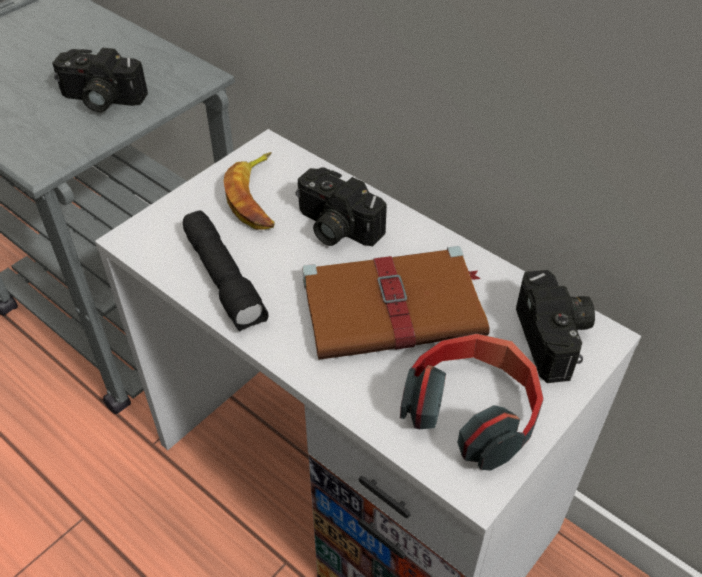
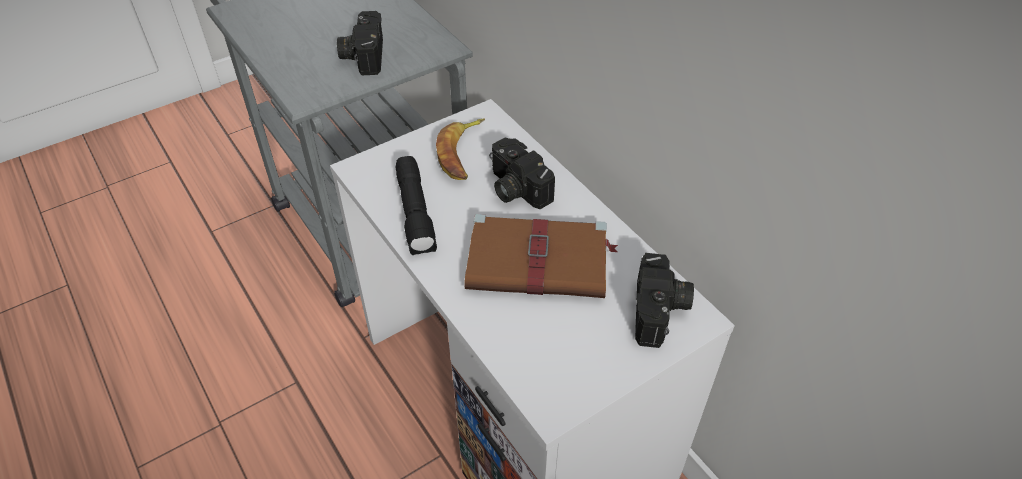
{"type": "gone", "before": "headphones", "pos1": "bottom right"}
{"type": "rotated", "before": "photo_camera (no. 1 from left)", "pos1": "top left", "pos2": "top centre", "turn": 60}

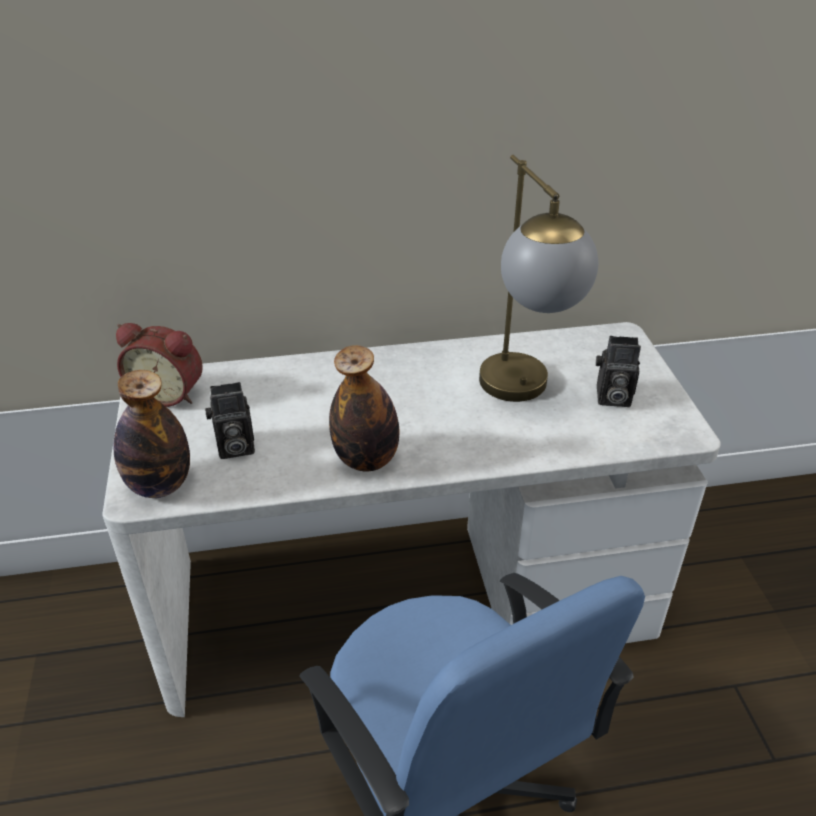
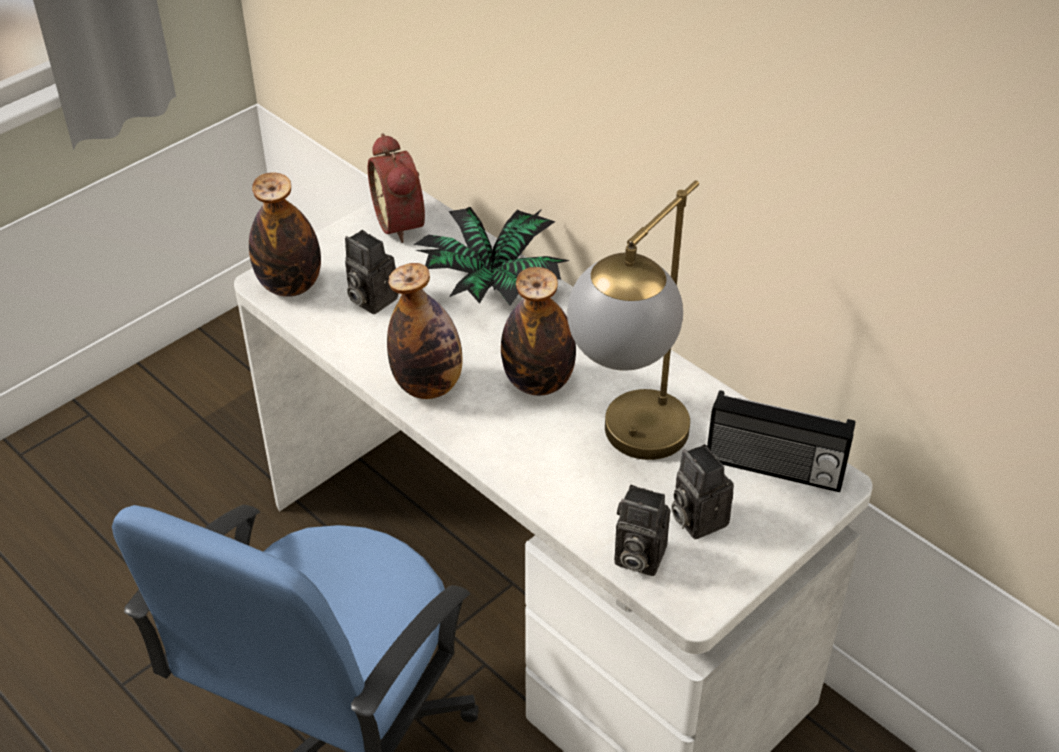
{"type": "new", "after": "plant_in_a_pot", "pos2": "centre"}
{"type": "new", "after": "beverage_bottle (no. 3 from left)", "pos2": "centre"}
{"type": "new", "after": "photo_camera (no. 2 from left)", "pos2": "bottom centre"}
{"type": "new", "after": "radio_set", "pos2": "middle right"}

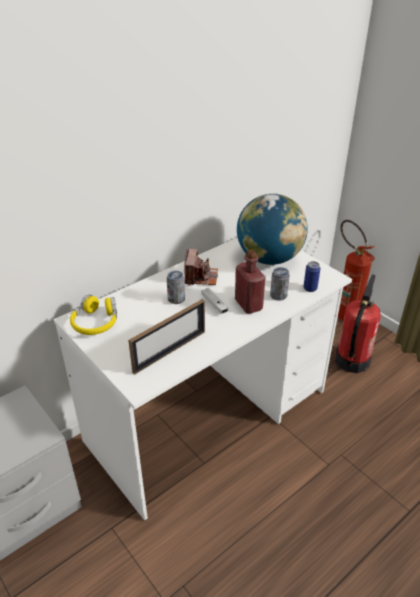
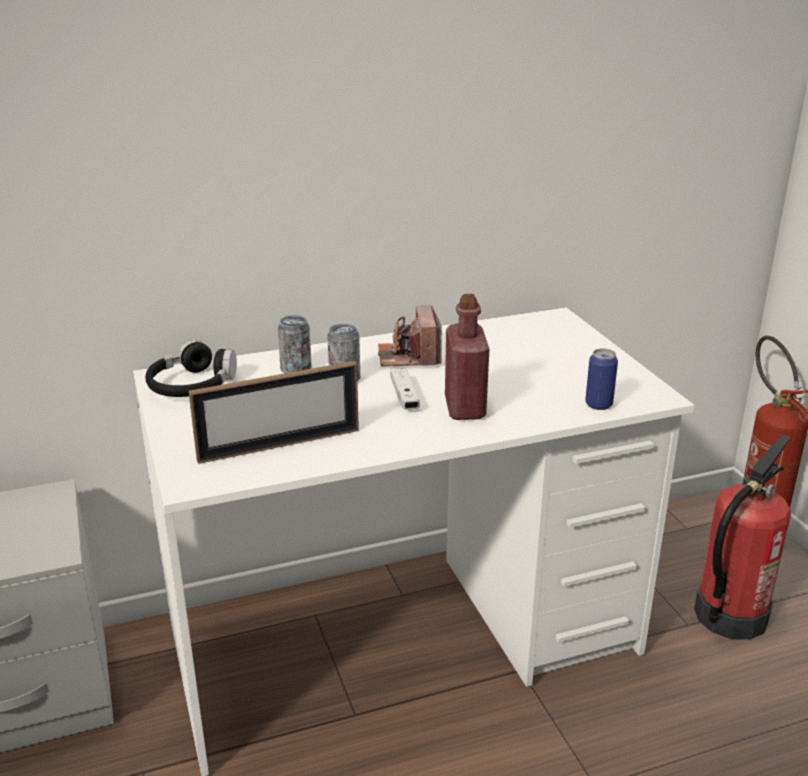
{"type": "gone", "before": "world_globe", "pos1": "centre"}
{"type": "shifted", "before": "sealed_can (no. 2 from left in the first image)", "after": "sealed_can (no. 1 from left)", "pos1": "middle right", "pos2": "centre"}
{"type": "repainted", "before": "yellow_headphones", "after": "black_headphones", "pos1": "middle left", "pos2": "middle left"}
{"type": "rotated", "before": "photo_camera", "pos1": "centre", "pos2": "centre", "turn": 150}

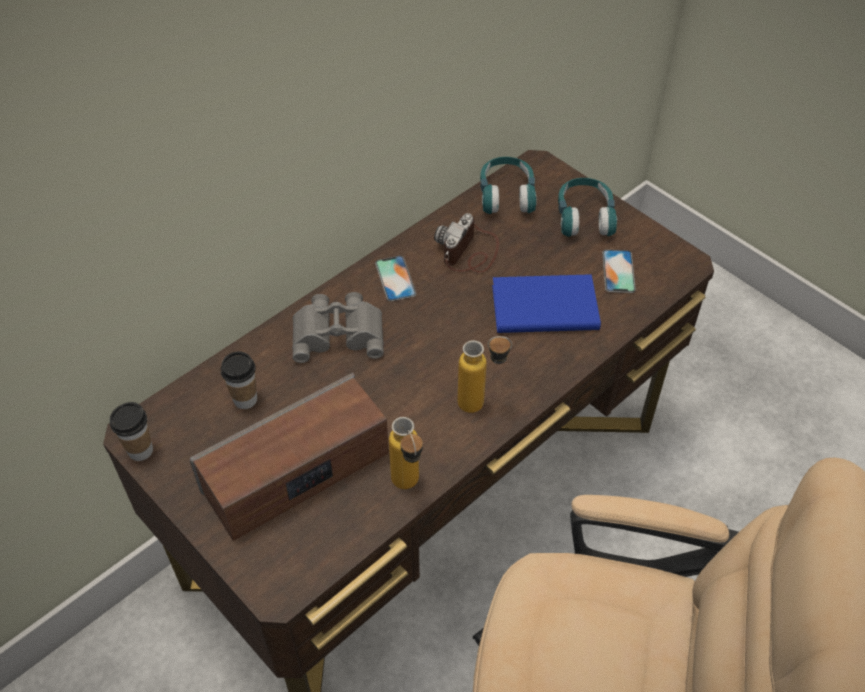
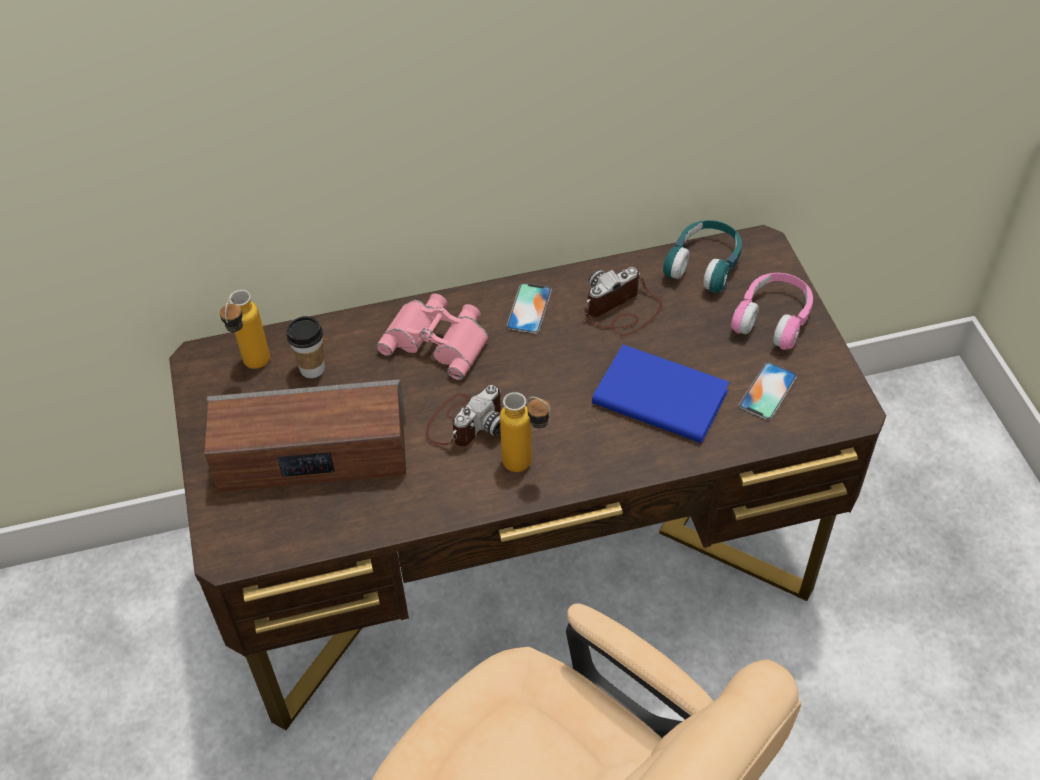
{"type": "gone", "before": "cup (no. 1 from left)", "pos1": "middle left"}
{"type": "new", "after": "photo_camera (no. 1 from left)", "pos2": "centre"}
{"type": "shifted", "before": "beverage_bottle (no. 1 from left)", "pos1": "centre", "pos2": "middle left"}
{"type": "repainted", "before": "grey_pair_of_binoculars", "after": "pink_pair_of_binoculars", "pos1": "centre", "pos2": "centre"}
{"type": "repainted", "before": "blue-green_headphones (no. 2 from left)", "after": "pink_headphones", "pos1": "top right", "pos2": "middle right"}

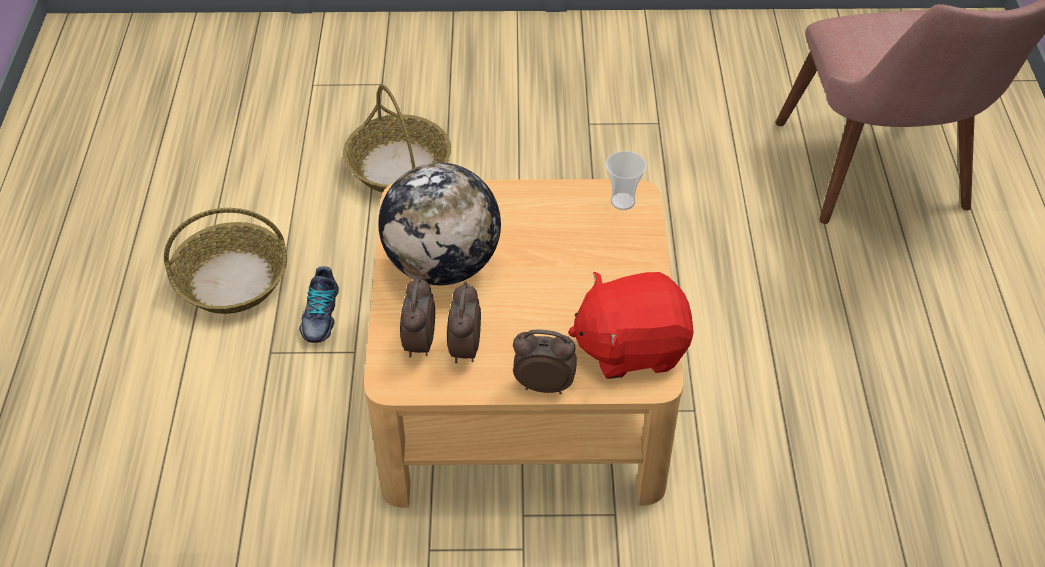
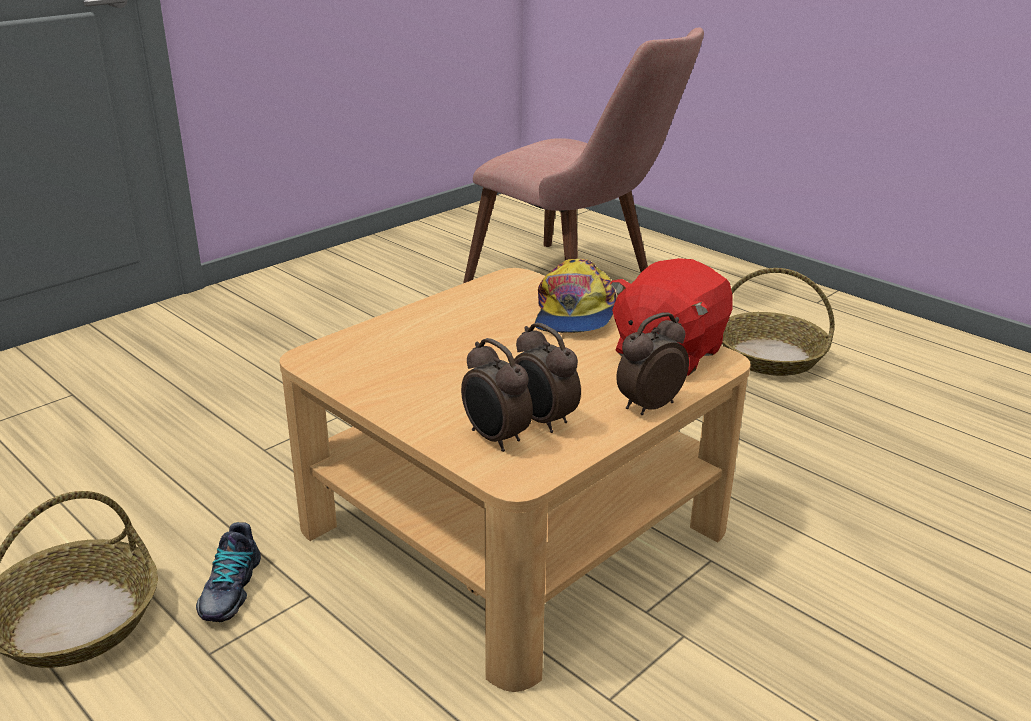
{"type": "gone", "before": "world_globe", "pos1": "centre"}
{"type": "gone", "before": "cup", "pos1": "top centre"}
{"type": "new", "after": "peaked_cap", "pos2": "centre"}
{"type": "shifted", "before": "basket (no. 2 from left)", "pos1": "top centre", "pos2": "middle right"}
{"type": "rotated", "before": "shoe", "pos1": "middle left", "pos2": "bottom left", "turn": 45}

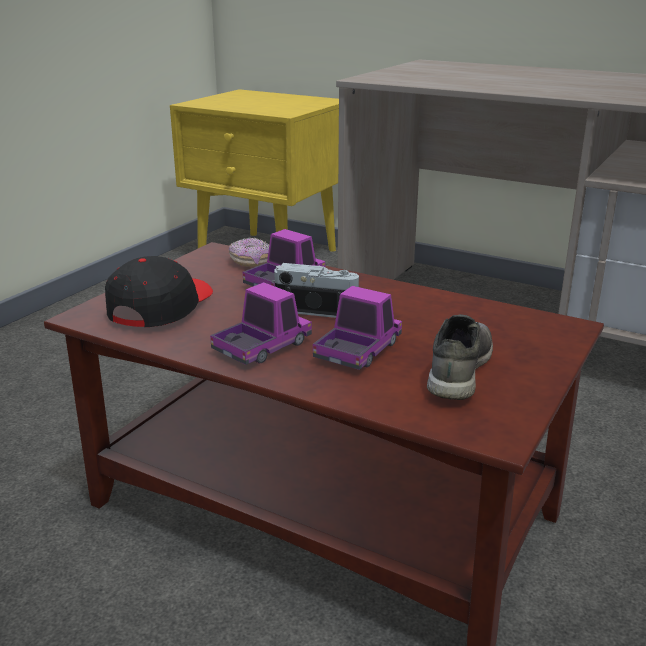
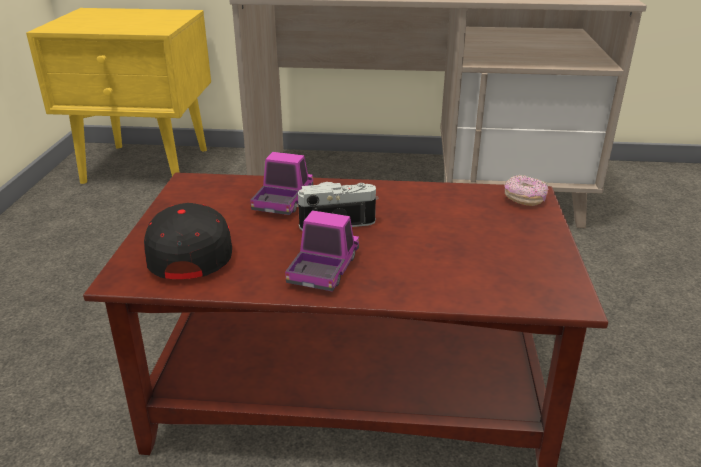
{"type": "gone", "before": "model_truck (no. 3 from left)", "pos1": "centre"}
{"type": "gone", "before": "grey_shoe", "pos1": "middle right"}
{"type": "shifted", "before": "doughnut", "pos1": "centre", "pos2": "middle right"}

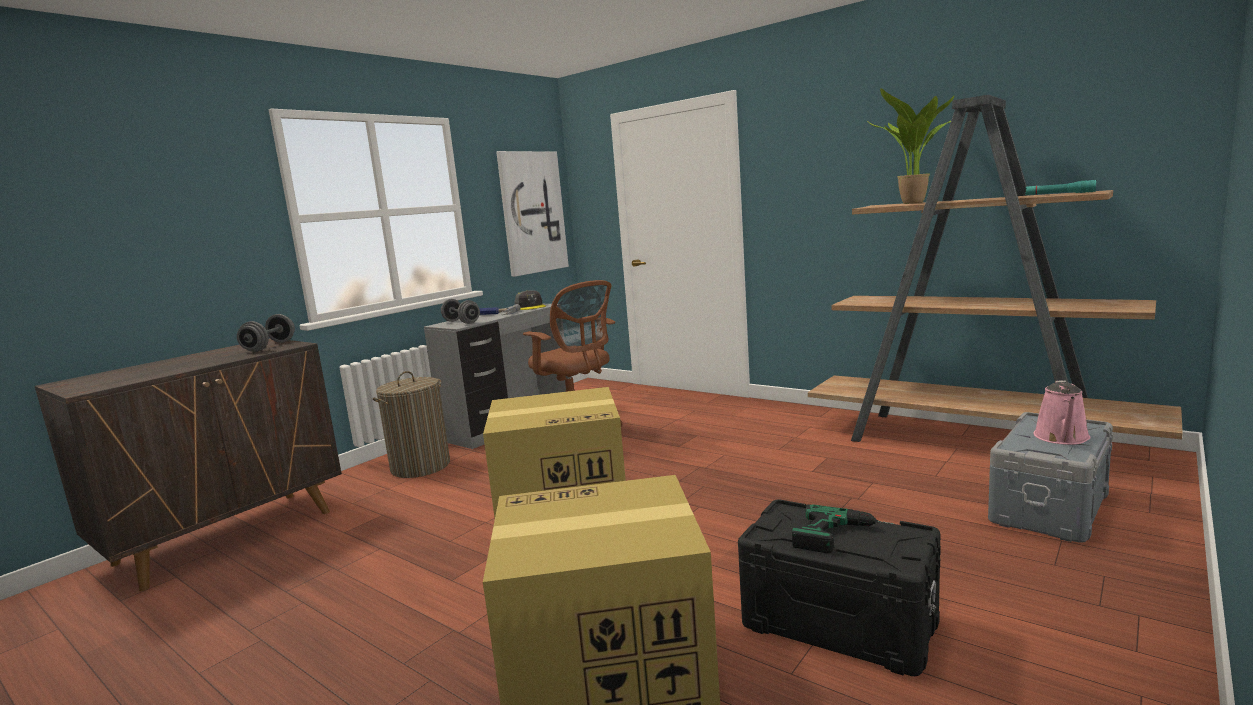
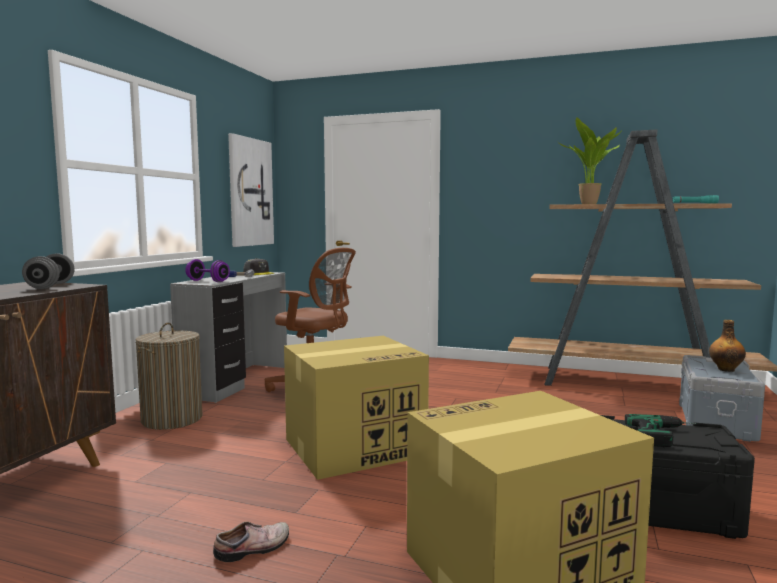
{"type": "new", "after": "shoe", "pos2": "bottom left"}
{"type": "swapped", "before": "pink_watering_can", "after": "beverage_bottle", "pos1": "middle right", "pos2": "middle right"}
{"type": "repainted", "before": "grey_hand_weight (no. 2 from left)", "after": "purplish_hand_weight", "pos1": "centre", "pos2": "middle left"}

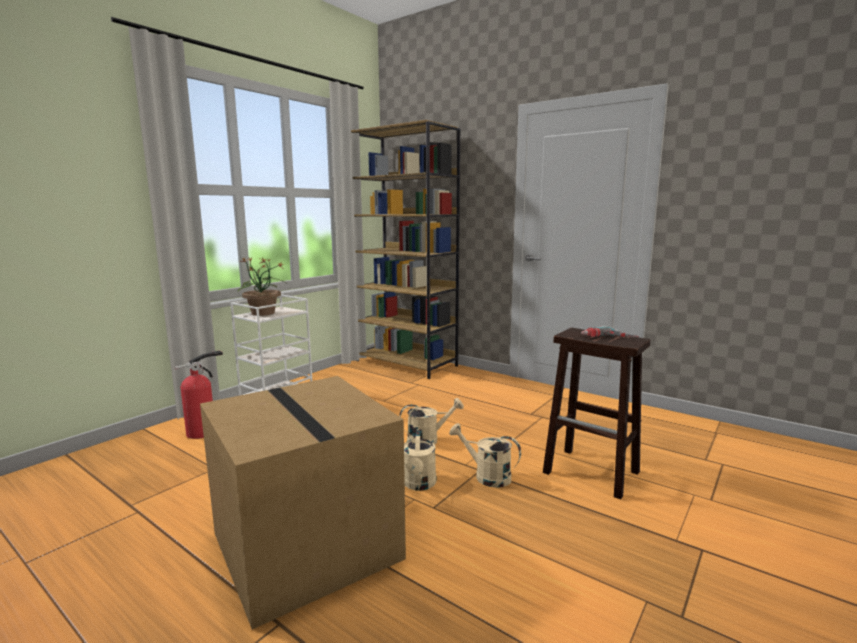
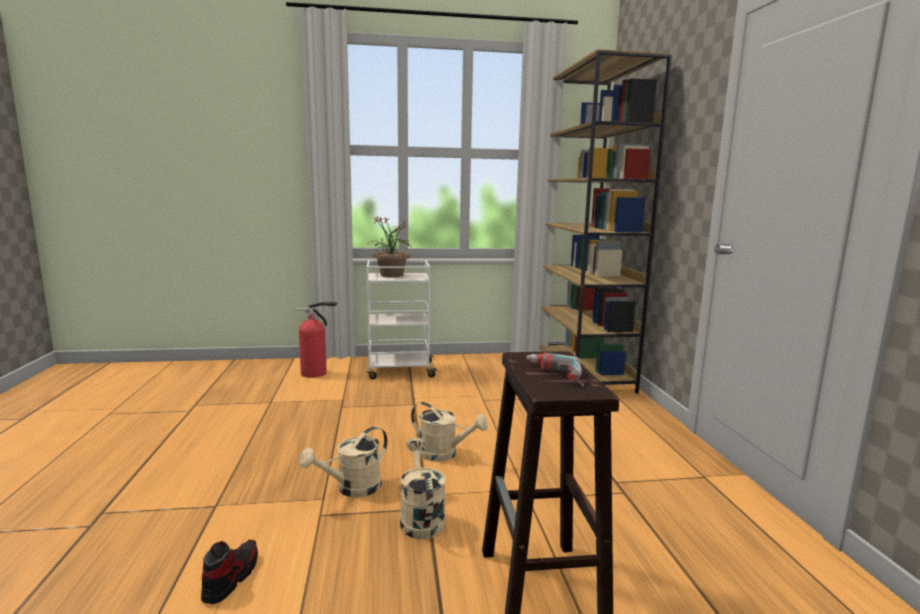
{"type": "gone", "before": "carton", "pos1": "bottom centre"}
{"type": "new", "after": "shoe", "pos2": "bottom left"}

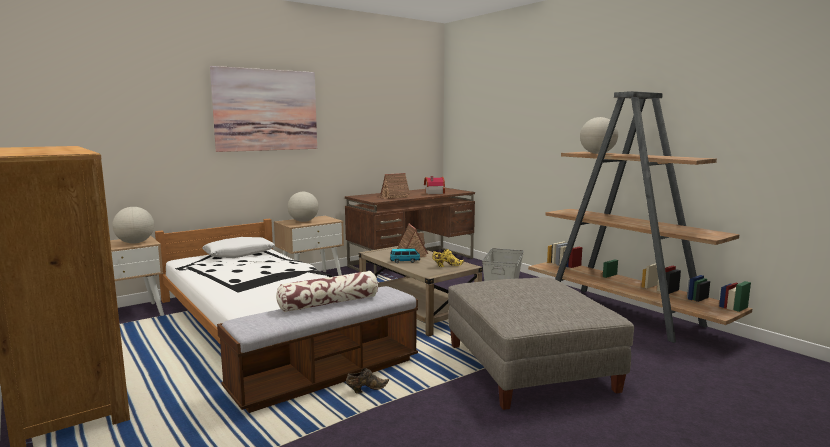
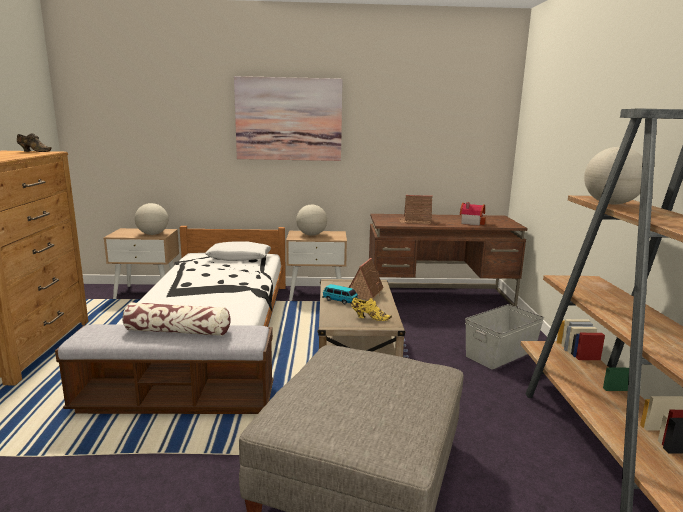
{"type": "shifted", "before": "brown-coloured_shoe", "pos1": "bottom centre", "pos2": "top left"}

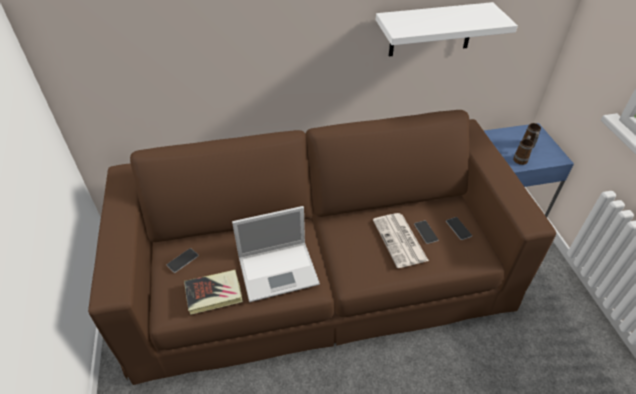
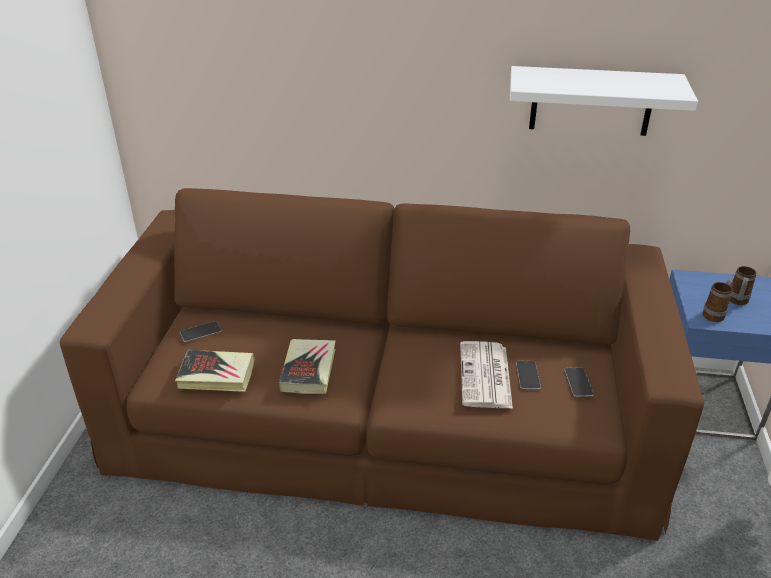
{"type": "swapped", "before": "portable_computer", "after": "volume (no. 2 from left)", "pos1": "centre", "pos2": "centre"}

